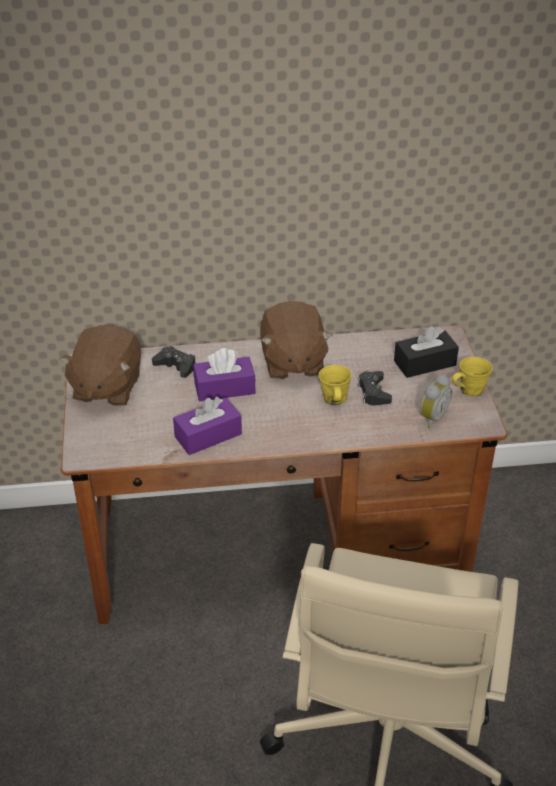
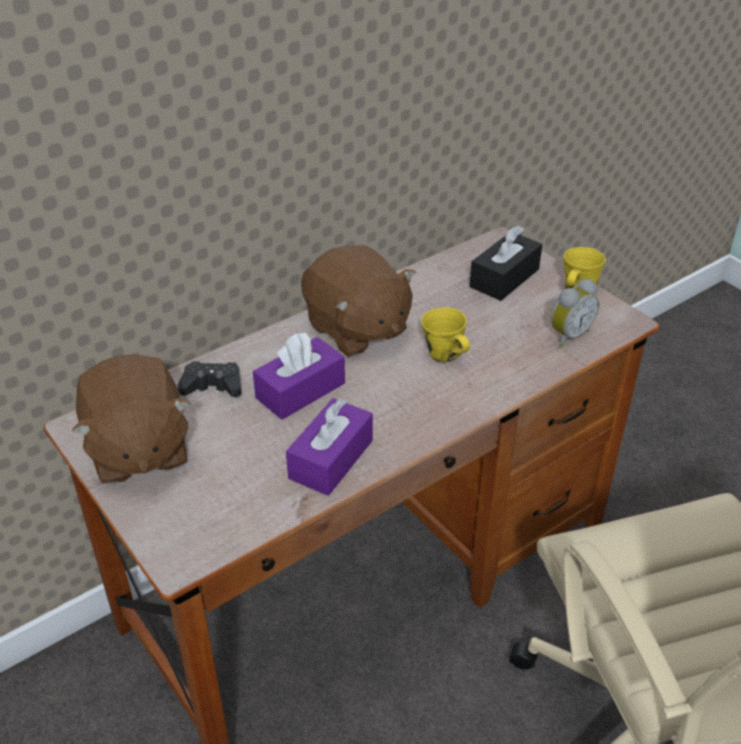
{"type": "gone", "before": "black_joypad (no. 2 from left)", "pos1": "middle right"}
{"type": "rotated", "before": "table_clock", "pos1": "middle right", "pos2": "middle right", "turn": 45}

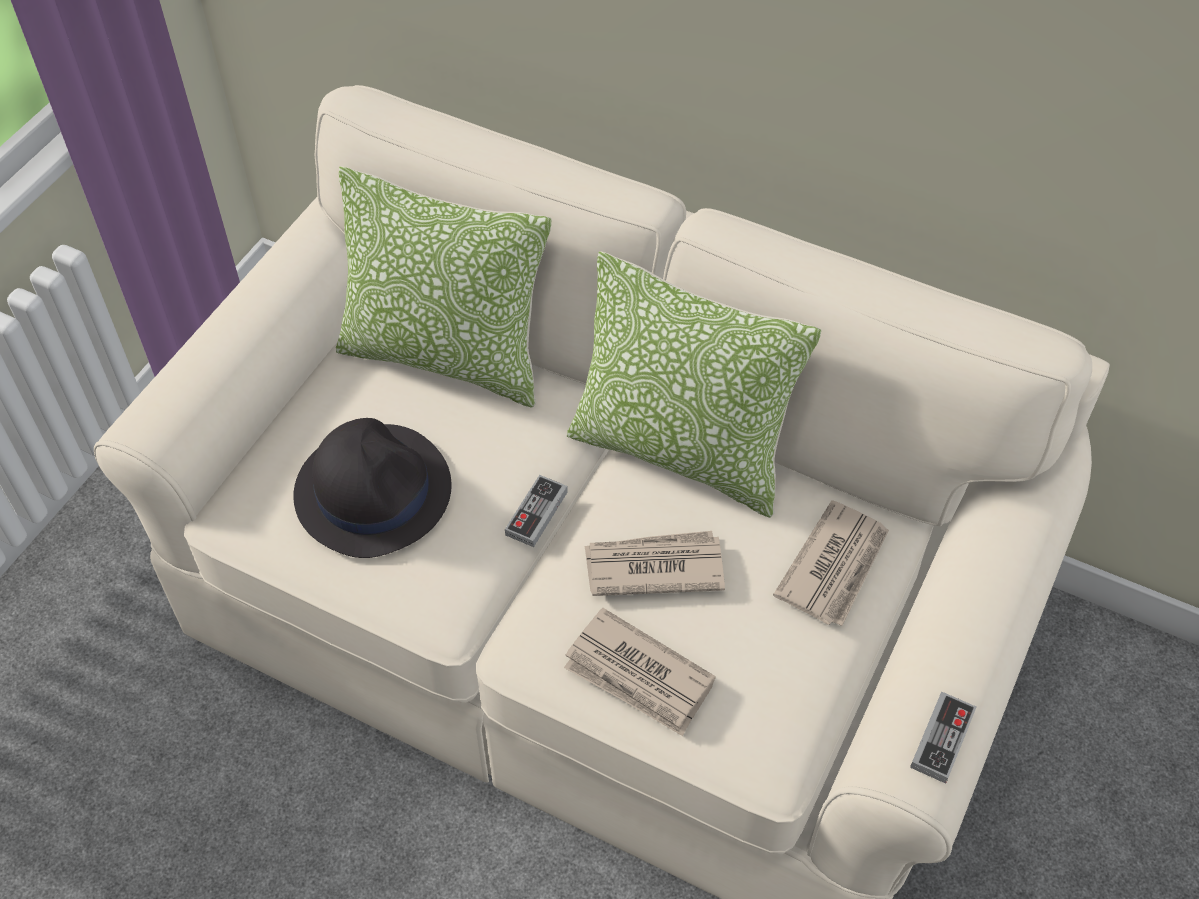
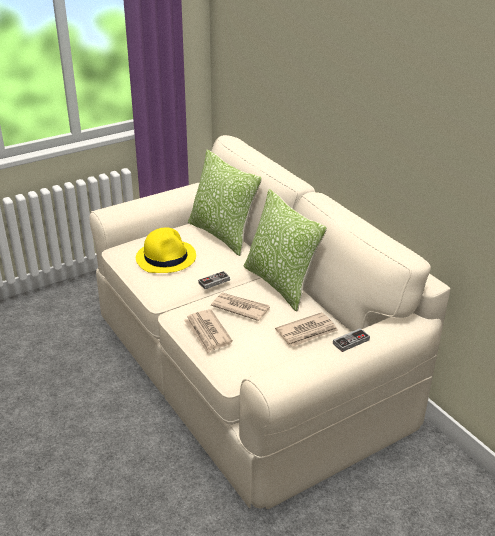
{"type": "shifted", "before": "joypad (no. 2 from left)", "pos1": "bottom right", "pos2": "middle right"}
{"type": "repainted", "before": "black_hat", "after": "yellow_hat", "pos1": "middle left", "pos2": "centre"}

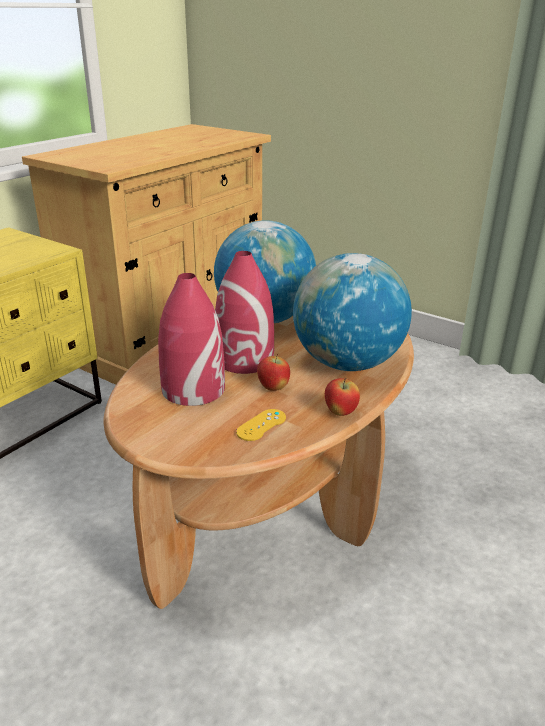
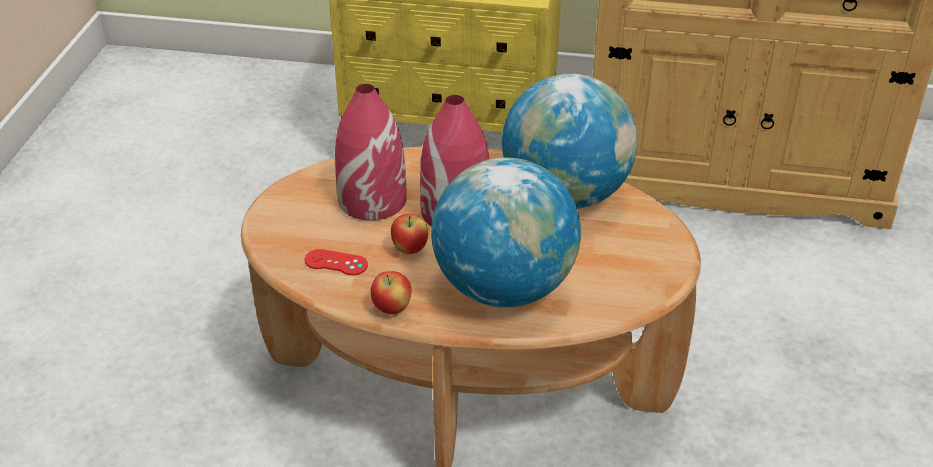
{"type": "repainted", "before": "yellow_joypad", "after": "reddish_joypad", "pos1": "centre", "pos2": "centre"}

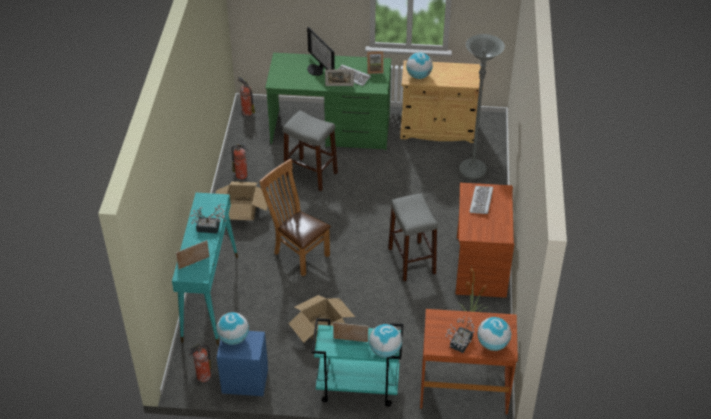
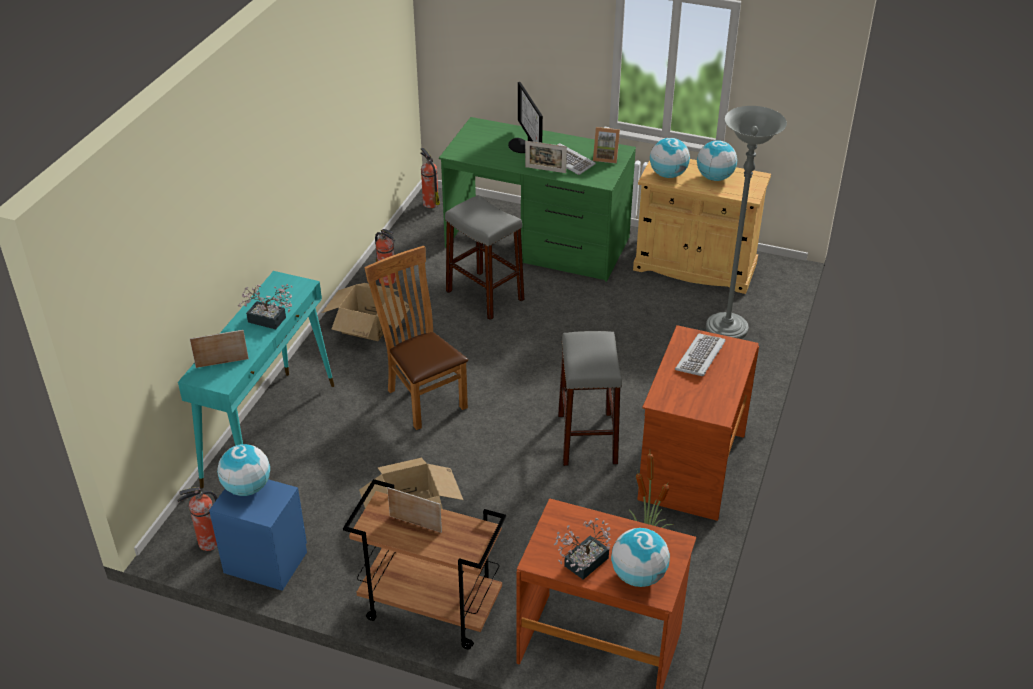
{"type": "shifted", "before": "world_globe (no. 2 from left in the first image)", "after": "world_globe (no. 4 from left)", "pos1": "bottom centre", "pos2": "top right"}
{"type": "repainted", "before": "blue-green_trolley", "after": "brown-coloured_trolley", "pos1": "bottom centre", "pos2": "bottom centre"}

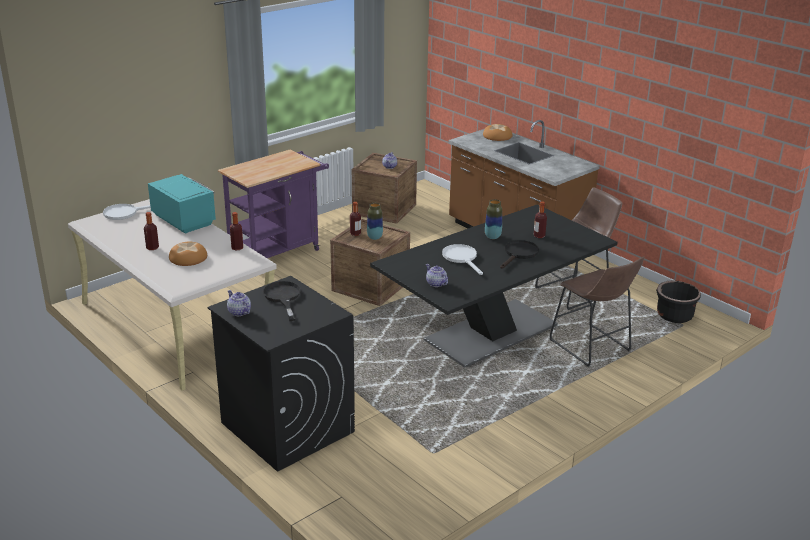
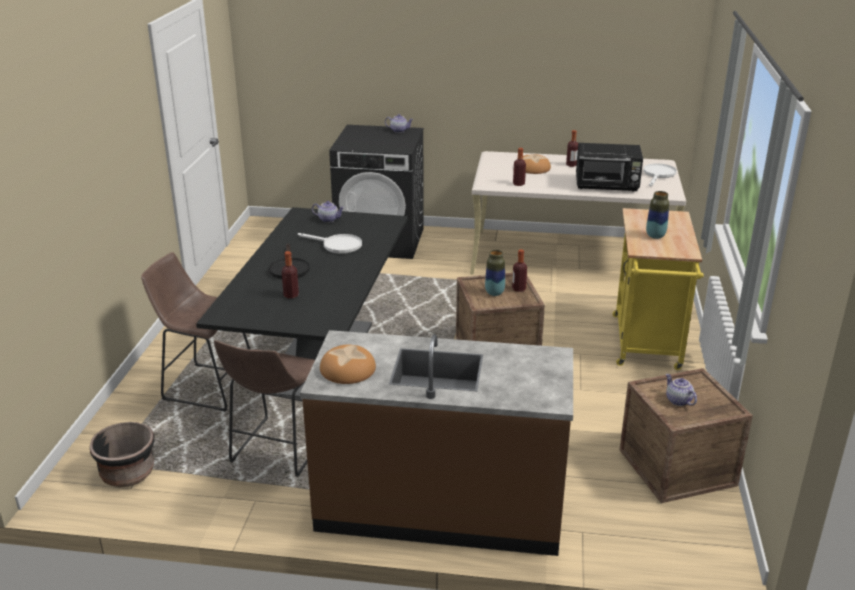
{"type": "gone", "before": "black_frying_pan (no. 1 from left)", "pos1": "centre"}
{"type": "shifted", "before": "baked_bread (no. 2 from left in the first image)", "after": "baked_bread (no. 1 from left)", "pos1": "top centre", "pos2": "centre"}
{"type": "shifted", "before": "vase (no. 2 from left)", "pos1": "centre", "pos2": "middle right"}
{"type": "repainted", "before": "blue-green_microwave_oven", "after": "black_microwave_oven", "pos1": "middle left", "pos2": "top right"}
{"type": "repainted", "before": "purplish_trolley", "after": "yellow_trolley", "pos1": "centre", "pos2": "middle right"}

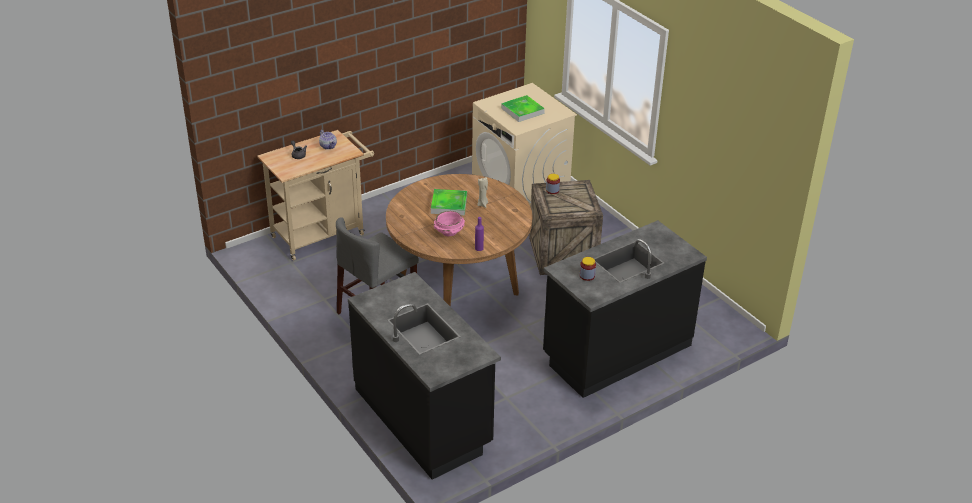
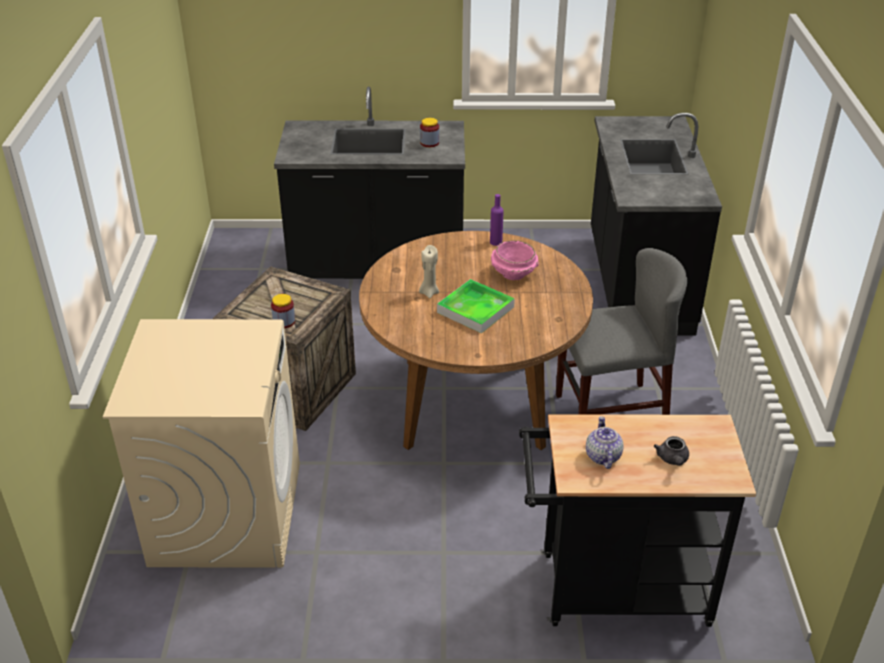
{"type": "gone", "before": "tray (no. 2 from left)", "pos1": "top centre"}
{"type": "repainted", "before": "beige-coloured_trolley", "after": "black_trolley", "pos1": "middle left", "pos2": "bottom right"}

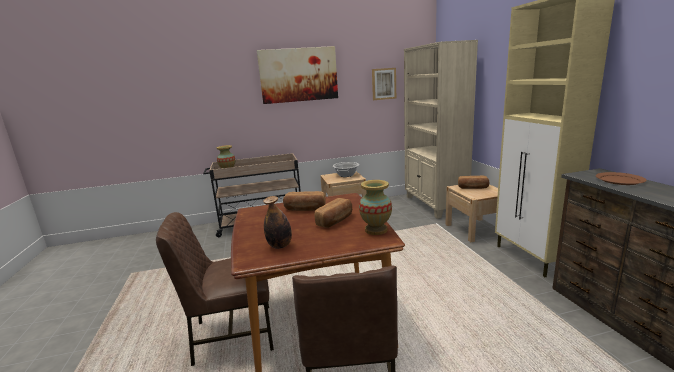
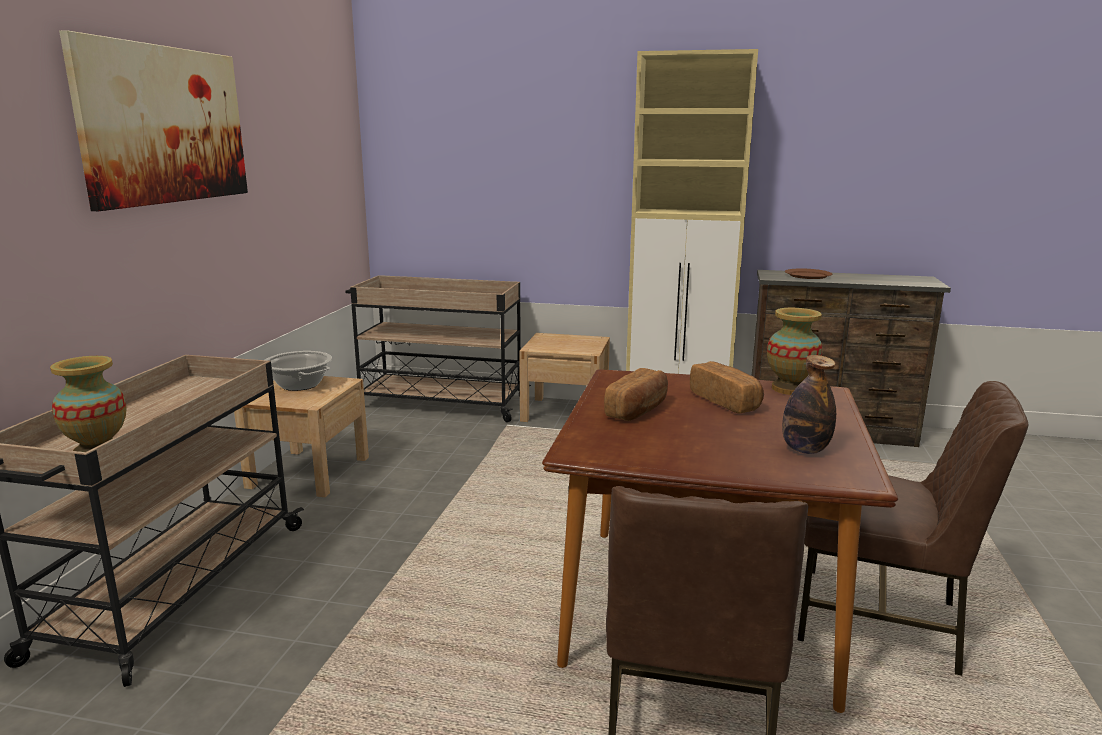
{"type": "gone", "before": "wall_art (no. 2 from left)", "pos1": "top centre"}
{"type": "gone", "before": "baked_bread (no. 3 from left)", "pos1": "middle right"}
{"type": "swapped", "before": "beige-coloured_shelving_unit", "after": "beige-coloured_trolley (no. 2 from left)", "pos1": "centre", "pos2": "centre"}

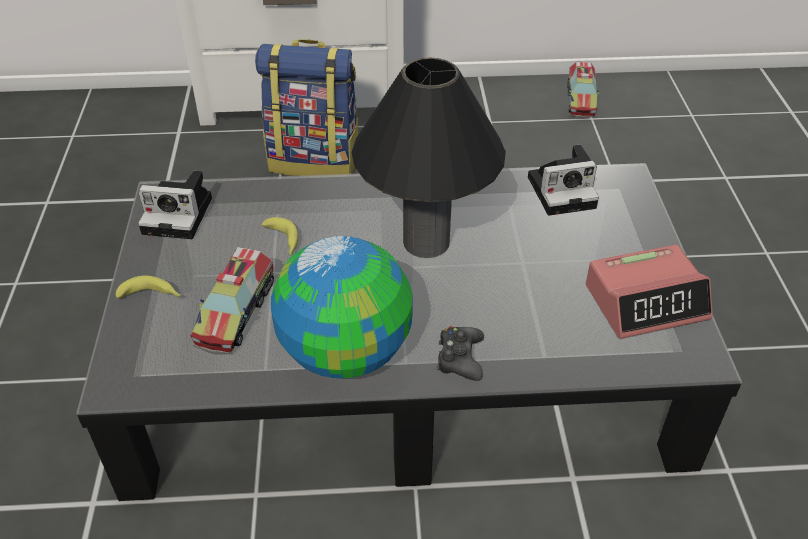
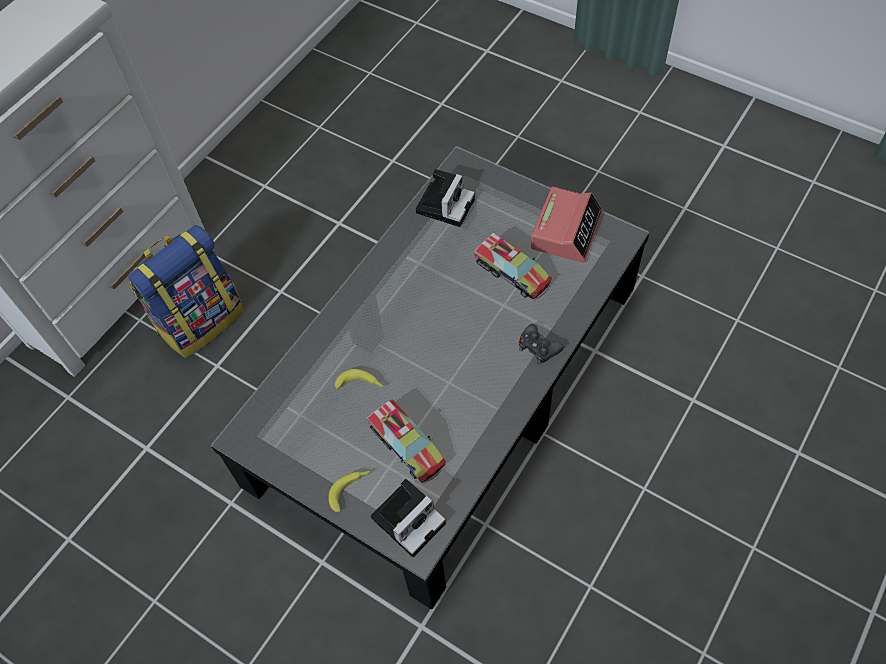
{"type": "gone", "before": "world_globe", "pos1": "centre"}
{"type": "gone", "before": "black_tabletop_lamp", "pos1": "top centre"}
{"type": "shifted", "before": "photo_camera (no. 1 from left)", "pos1": "middle left", "pos2": "bottom centre"}
{"type": "shifted", "before": "model_truck (no. 2 from left)", "pos1": "top right", "pos2": "centre"}

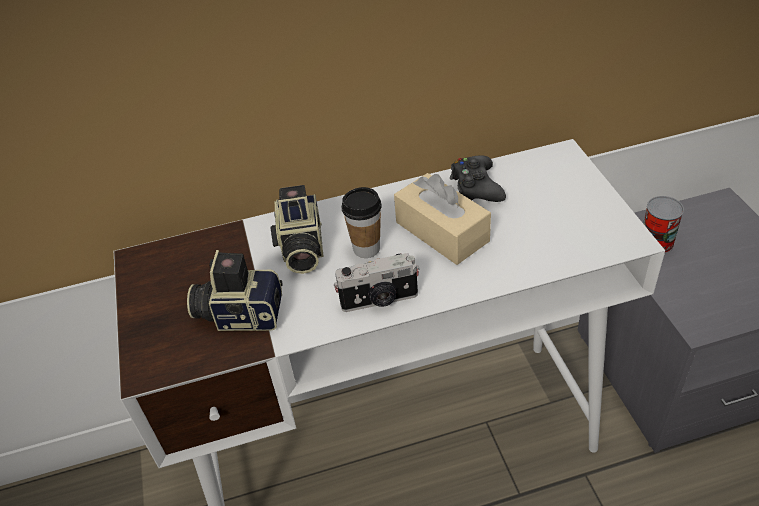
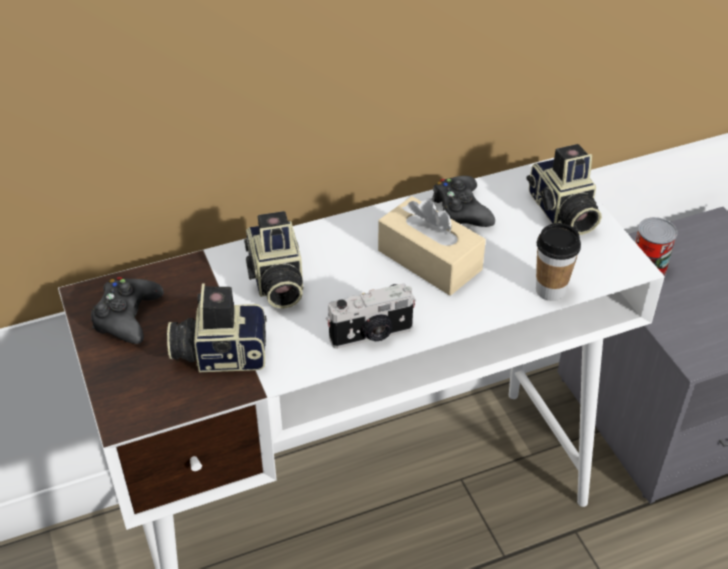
{"type": "new", "after": "black_joypad (no. 1 from left)", "pos2": "middle left"}
{"type": "new", "after": "photo_camera (no. 4 from left)", "pos2": "top right"}
{"type": "shifted", "before": "cup", "pos1": "centre", "pos2": "middle right"}

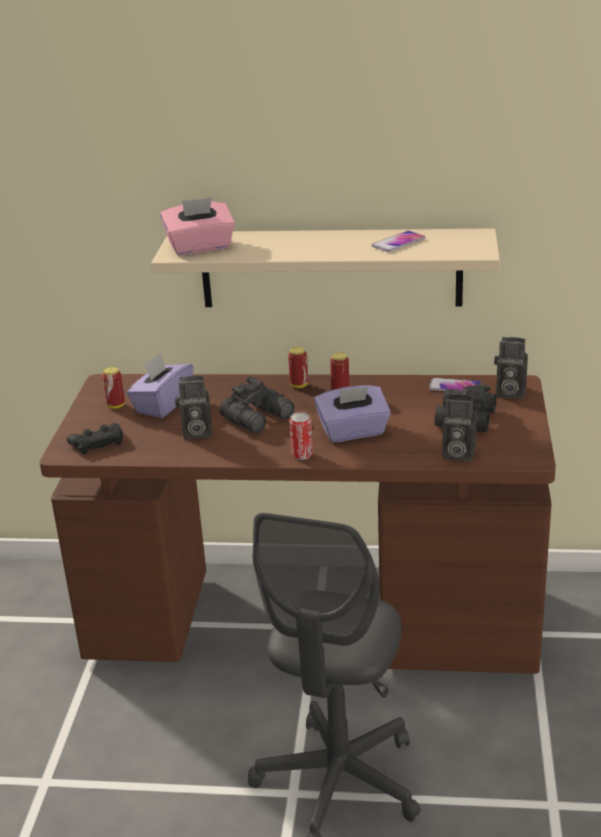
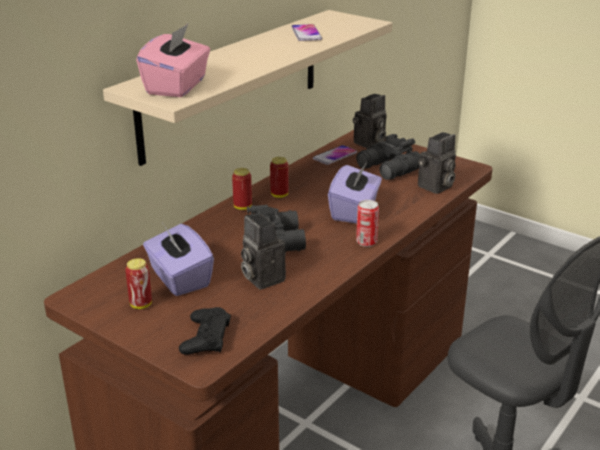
{"type": "rotated", "before": "photo_camera (no. 1 from left)", "pos1": "middle left", "pos2": "centre", "turn": 120}

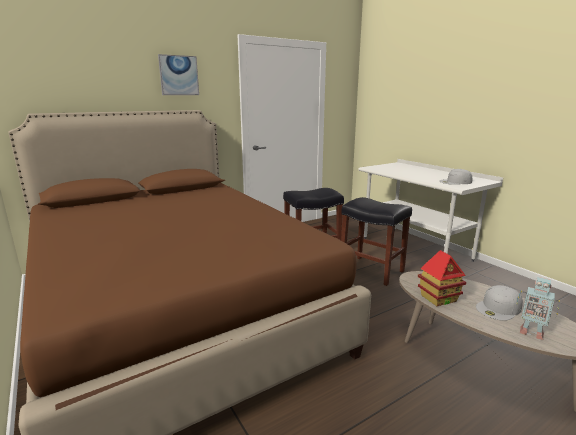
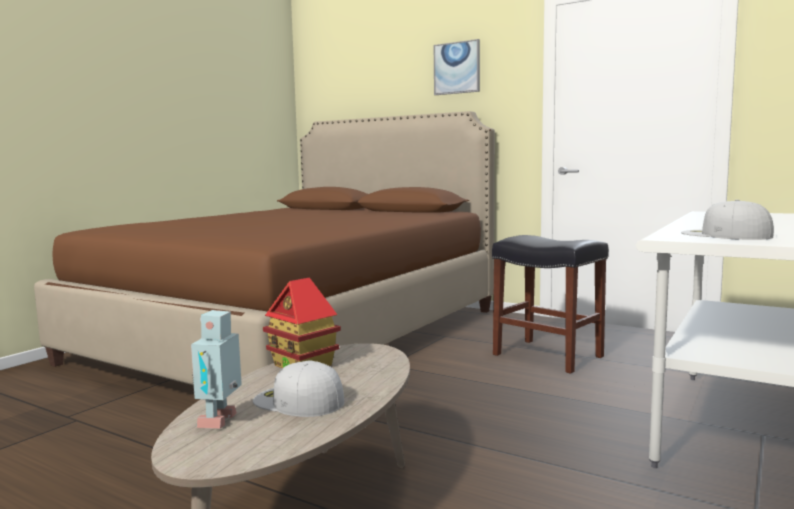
{"type": "gone", "before": "black_sitting_stool (no. 2 from left)", "pos1": "centre"}

